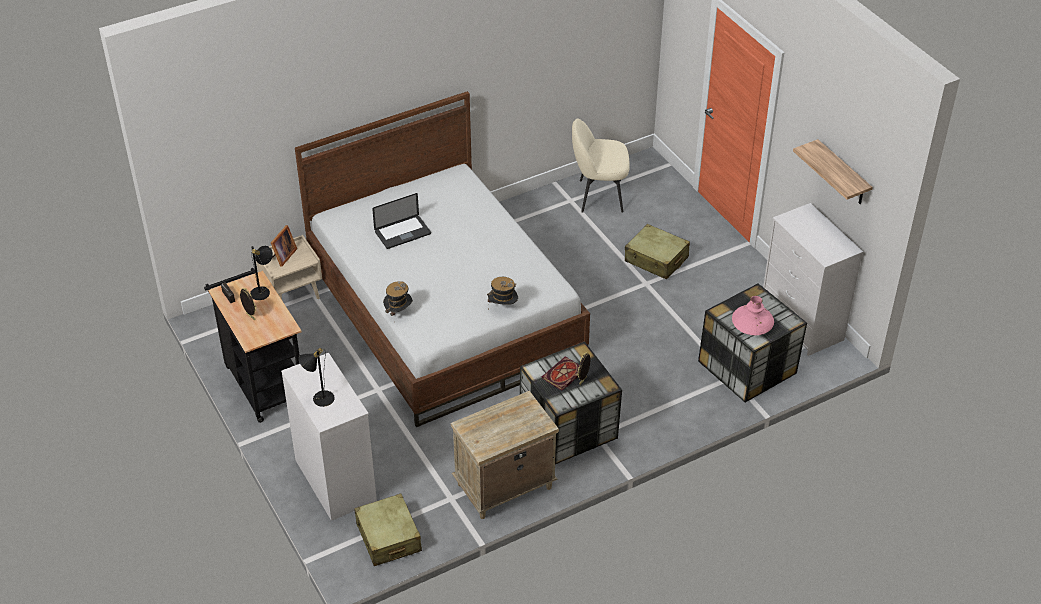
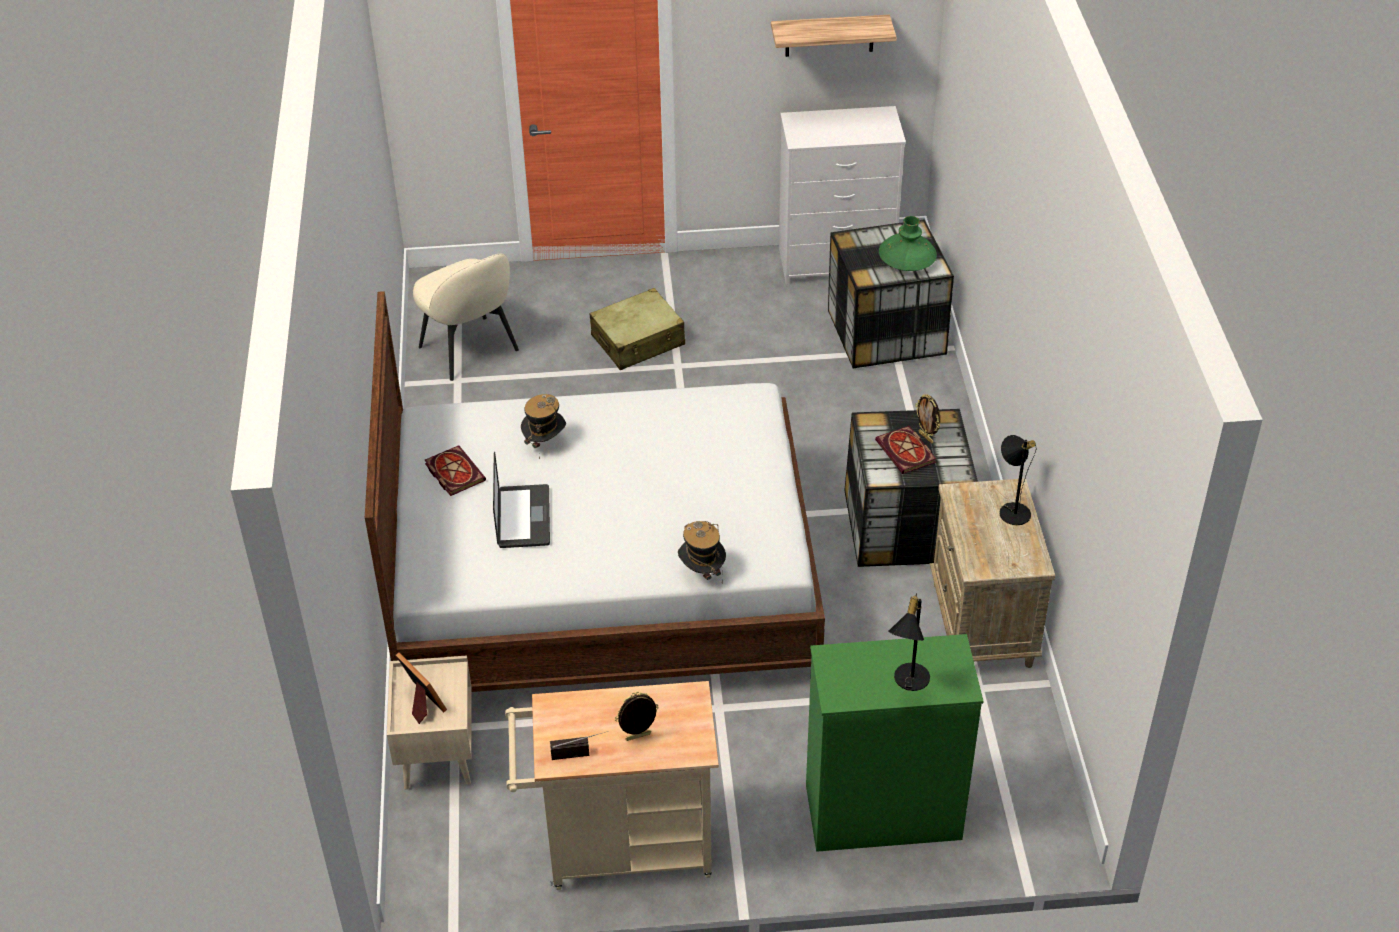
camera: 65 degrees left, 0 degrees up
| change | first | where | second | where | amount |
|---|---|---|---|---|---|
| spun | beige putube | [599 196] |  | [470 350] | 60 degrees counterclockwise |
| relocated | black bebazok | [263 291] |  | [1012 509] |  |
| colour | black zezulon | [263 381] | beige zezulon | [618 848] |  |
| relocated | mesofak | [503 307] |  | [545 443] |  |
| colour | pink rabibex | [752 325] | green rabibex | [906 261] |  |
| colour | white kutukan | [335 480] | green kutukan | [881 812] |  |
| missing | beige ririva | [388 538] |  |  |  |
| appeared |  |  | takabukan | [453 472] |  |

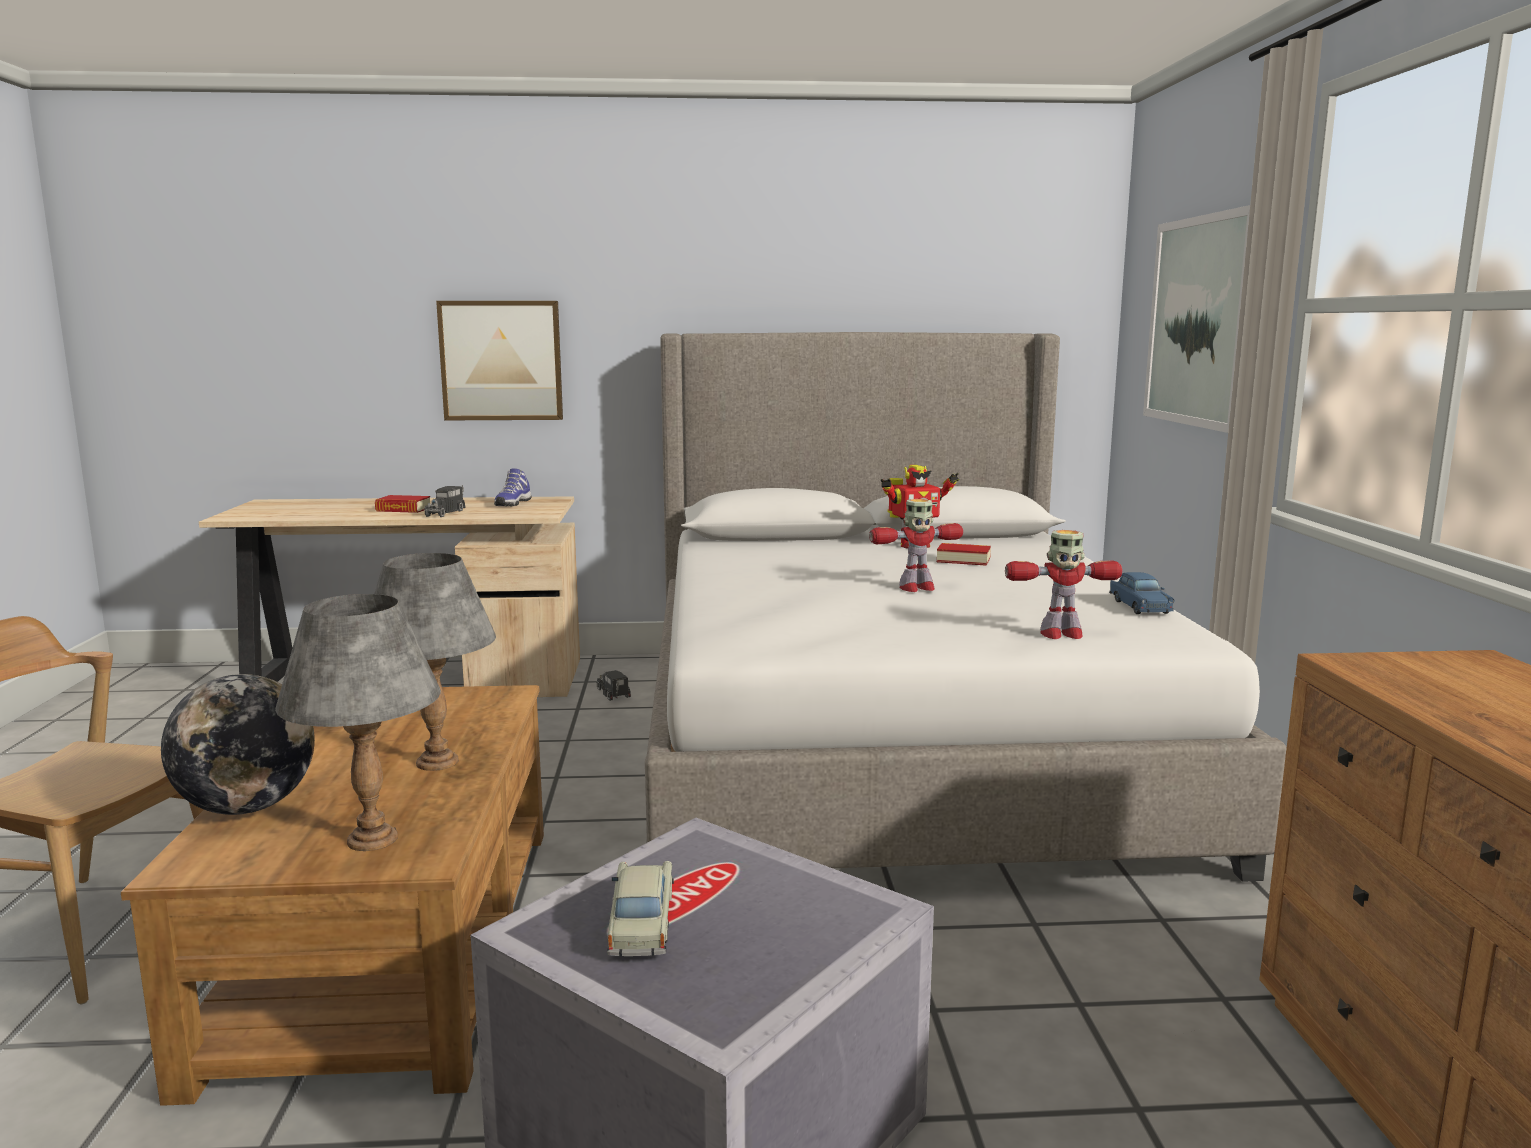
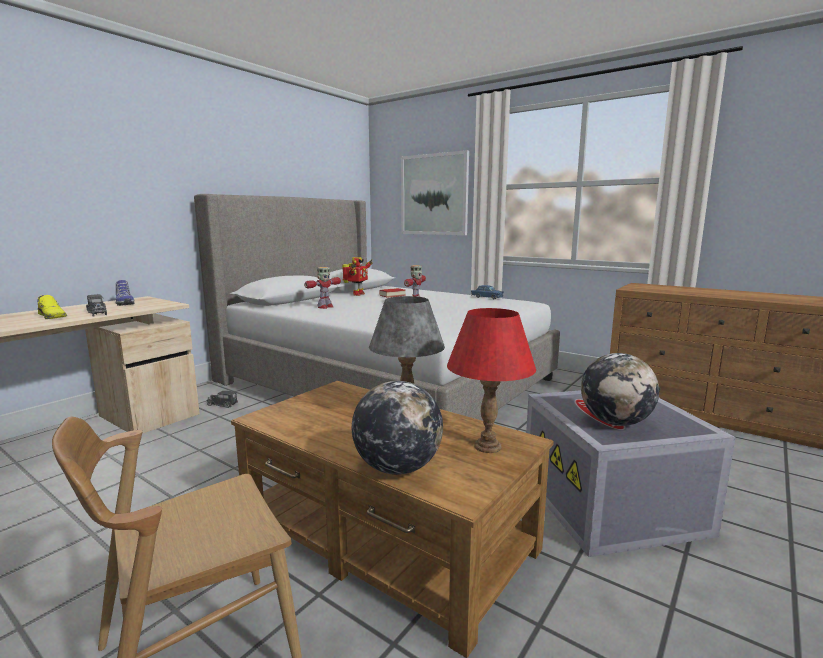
camera: 50 degrees left, 0 degrees up
| change | first | where | second | where | amount |
|---|---|---|---|---|---|
| missing | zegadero | [501 360] |  |  |  |
| exchanged | takabukan | [403 509] | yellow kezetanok | [53 316] |  |
| relocated | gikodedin | [1060 634] |  | [325 307] |  |
| colour | grey bebazok | [373 839] | red bebazok | [487 446] |  |
| exchanged | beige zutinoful | [641 923] | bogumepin | [615 422] |  |

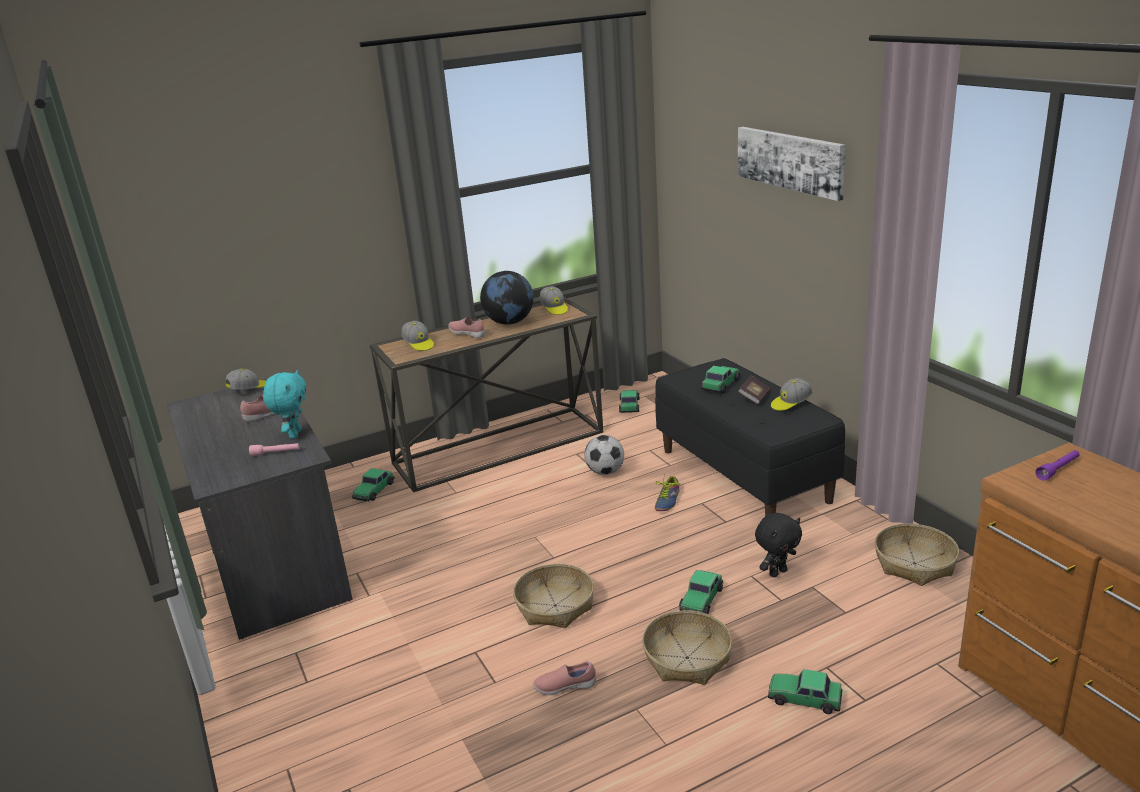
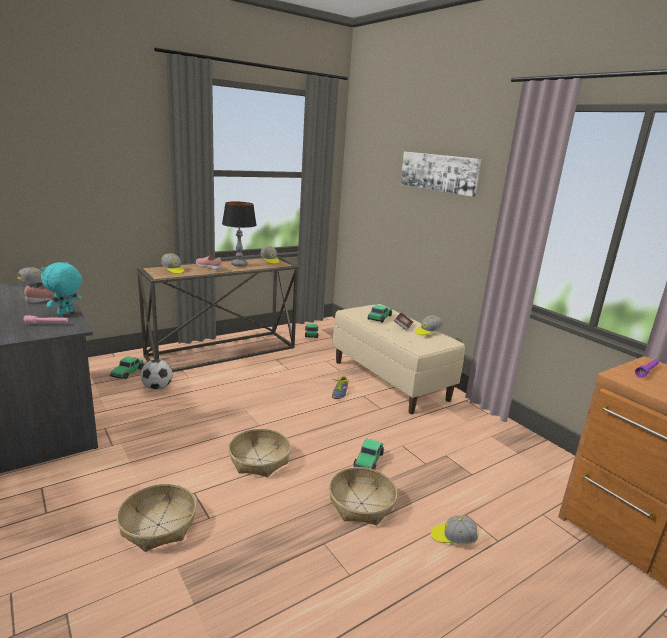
camera: 10 degrees left, 5 degrees down
| change | first | where | second | where | amount |
|---|---|---|---|---|---|
| exchanged | bogumepin | [509 322] | bebazok | [239 264] |  |
| colour | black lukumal | [745 475] | beige lukumal | [390 380] |  |
| spun | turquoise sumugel | [294 434] |  | [66 313] | 150 degrees counterclockwise |
| relocated | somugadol | [605 472] |  | [157 388] |  |
| missing | black sumugel | [777 572] |  |  |  |
| relocated | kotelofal | [914 563] |  | [158 525] |  |
| missing | pink kezetanok | [565 687] |  |  |  |
| exchanged | zutinoful | [804 698] | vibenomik | [453 538] |  |

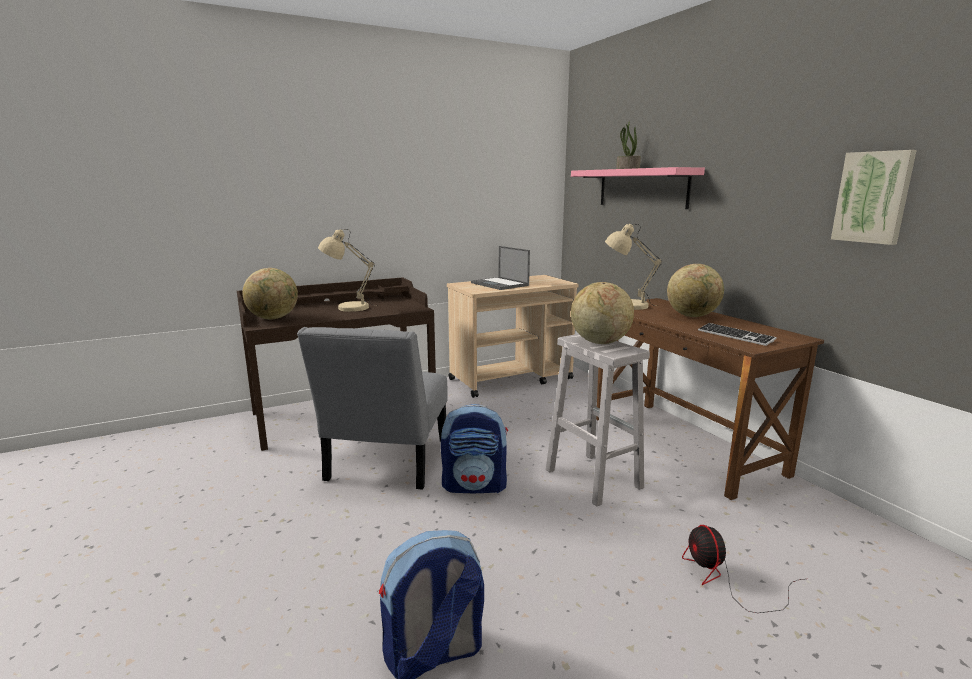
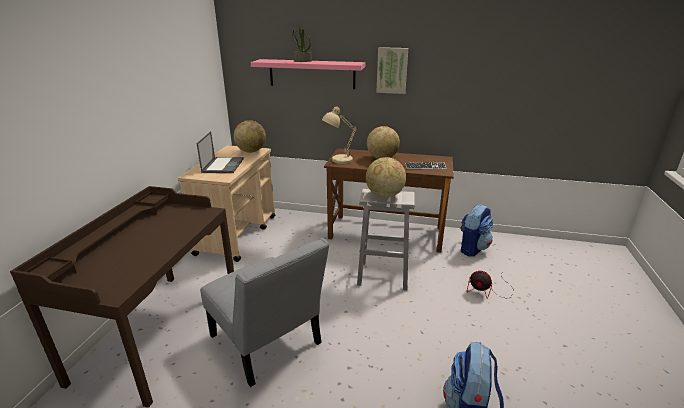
camera: 50 degrees left, 10 degrees up
| change | first | where | second | where | amount |
|---|---|---|---|---|---|
| relocated | zegadero | [873 197] |  | [392 70] |  |
| missing | beige bebazok | [349 308] |  |  |  |
| spun | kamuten | [500 284] |  | [223 165] | 90 degrees counterclockwise |
| relocated | bogumepin | [273 318] |  | [251 151] |  |
| relocated | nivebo | [475 485] |  | [472 248] |  |

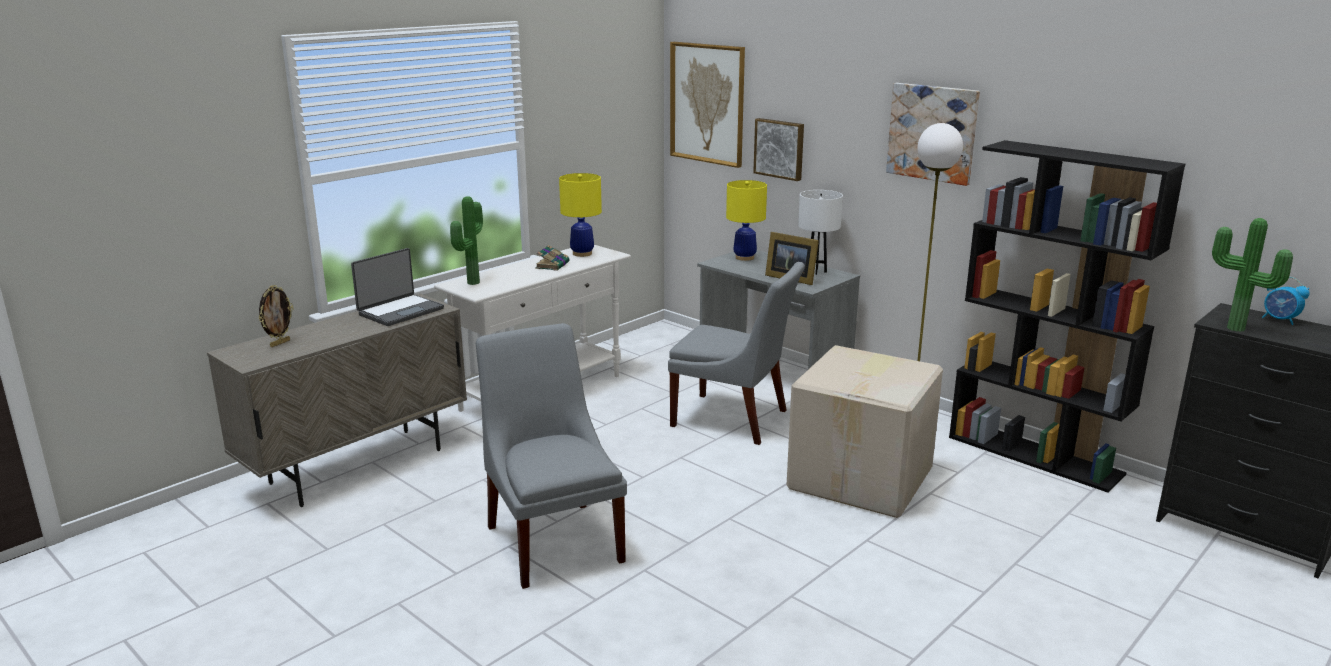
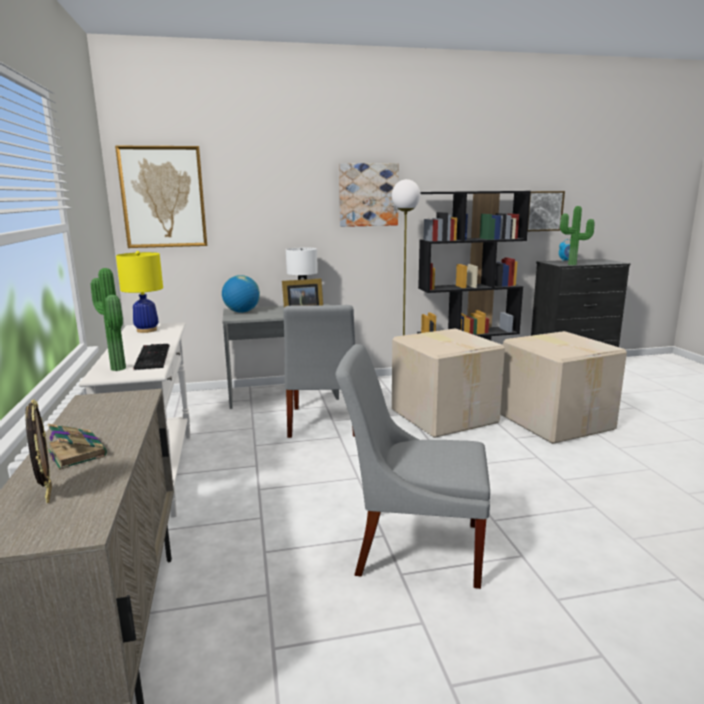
camera: 55 degrees left, 5 degrees down
| change | first | where | second | where | amount |
|---|---|---|---|---|---|
| relocated | zegadero | [780 148] |  | [543 211] |  |
| exchanged | yellow bebazok | [744 257] | bogumepin | [241 312] |  |
| relocated | takabukan | [553 265] |  | [76 453] |  |
| missing | kamuten | [400 311] |  |  |  |
| spun | grey putube | [734 420] |  | [322 423] | 120 degrees clockwise |
| appeared |  |  | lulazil | [555 421] |  |
| appeared |  |  | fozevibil | [151 357] |  |

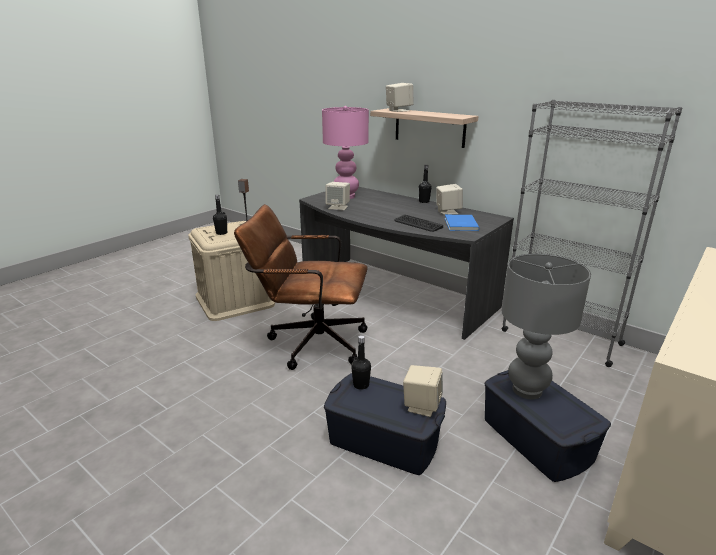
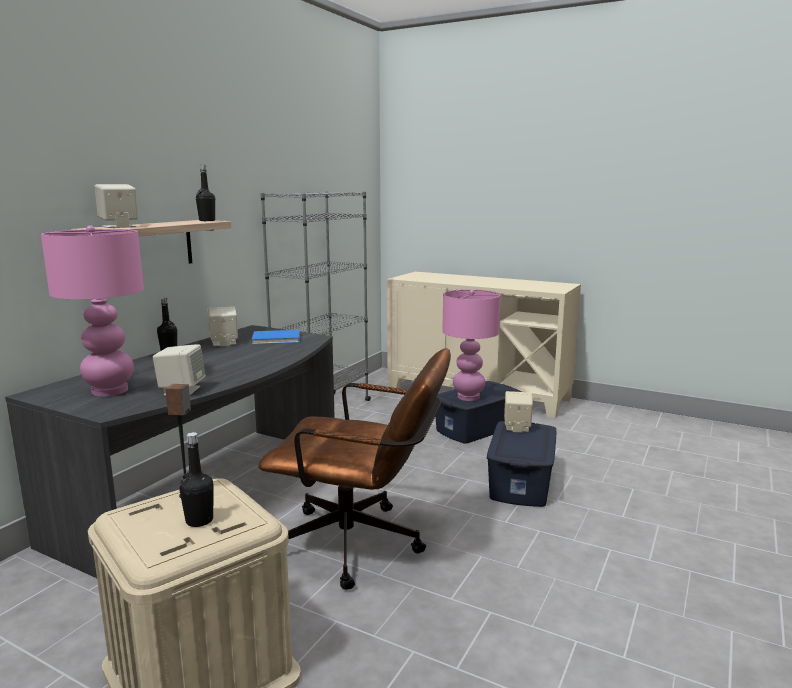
camera: 100 degrees left, 10 degrees down
| change | first | where | second | where | amount |
|---|---|---|---|---|---|
| spun | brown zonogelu | [309 342] |  | [361 545] | 75 degrees counterclockwise |
| missing | fozevibil | [418 224] |  |  |  |
| colour | grey bebazok | [526 390] | pink bebazok | [469 397] |  |
| relocated | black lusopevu | [361 385] |  | [207 220] |  |

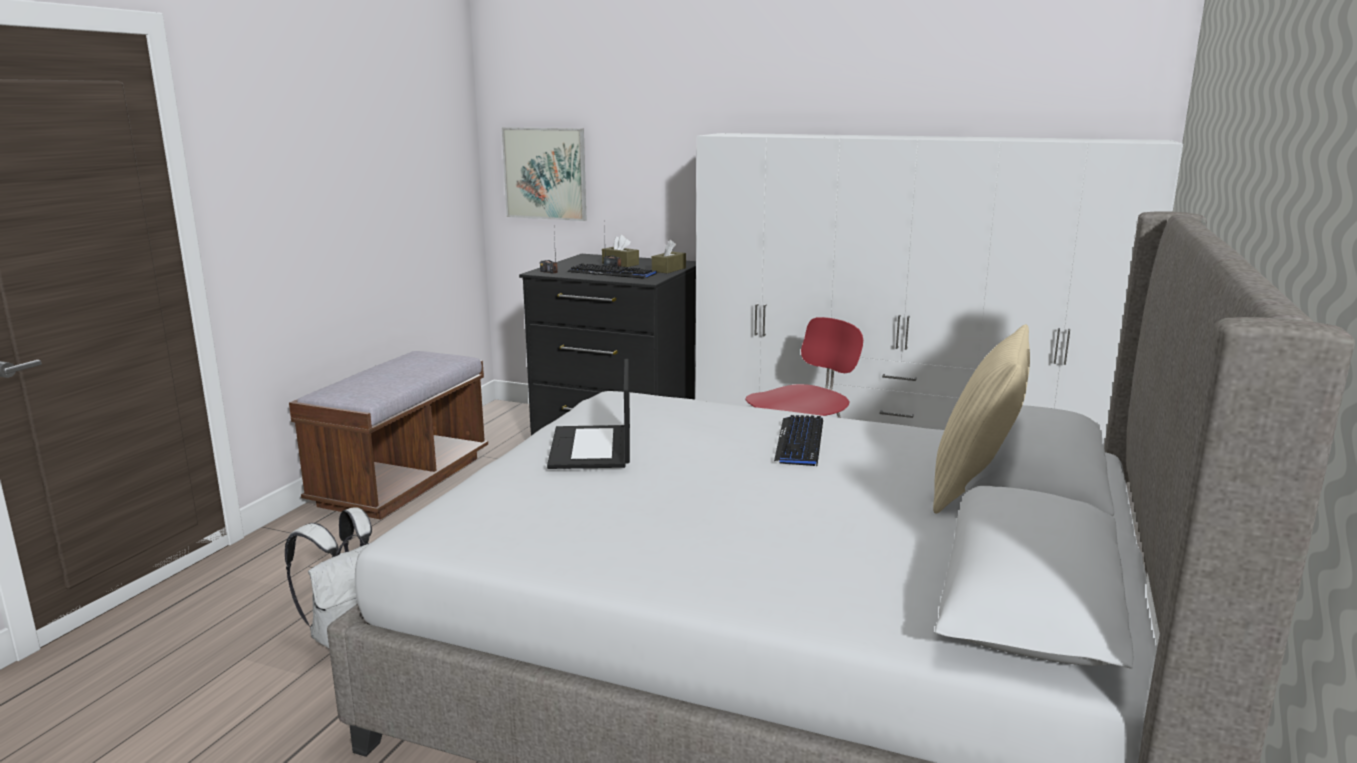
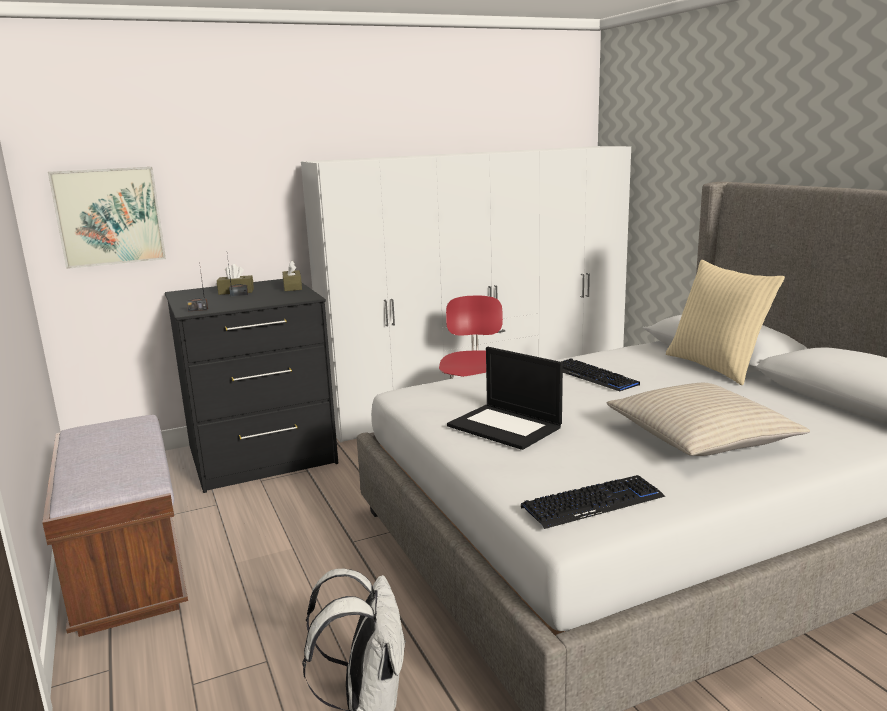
camera: 45 degrees left, 0 degrees up
| change | first | where | second | where | amount |
|---|---|---|---|---|---|
| relocated | fozevibil | [612 273] |  | [593 503] |  |
| appeared |  |  | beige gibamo | [700 436] |  |

